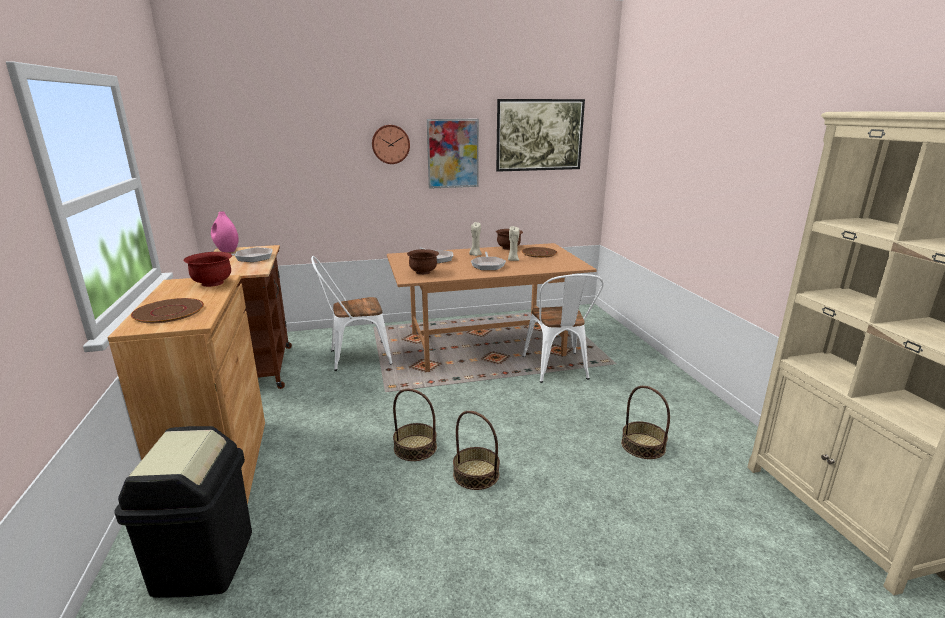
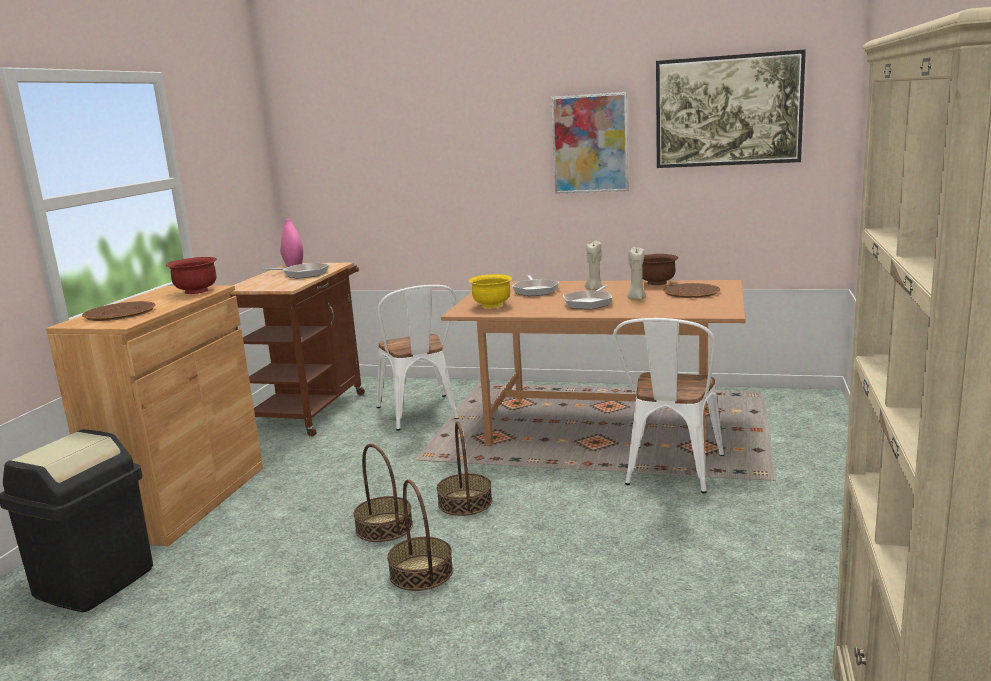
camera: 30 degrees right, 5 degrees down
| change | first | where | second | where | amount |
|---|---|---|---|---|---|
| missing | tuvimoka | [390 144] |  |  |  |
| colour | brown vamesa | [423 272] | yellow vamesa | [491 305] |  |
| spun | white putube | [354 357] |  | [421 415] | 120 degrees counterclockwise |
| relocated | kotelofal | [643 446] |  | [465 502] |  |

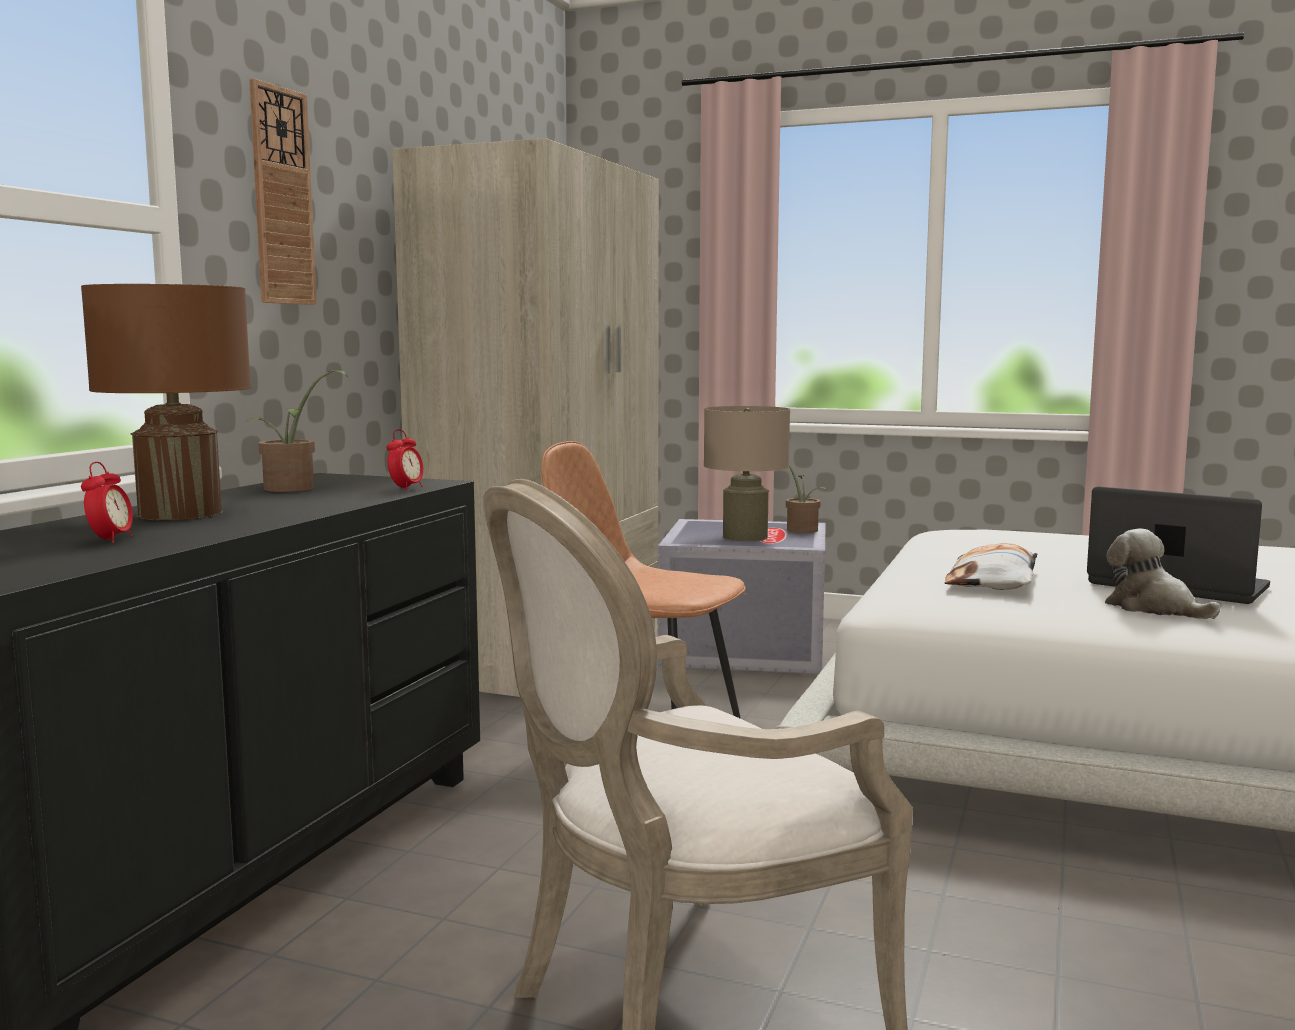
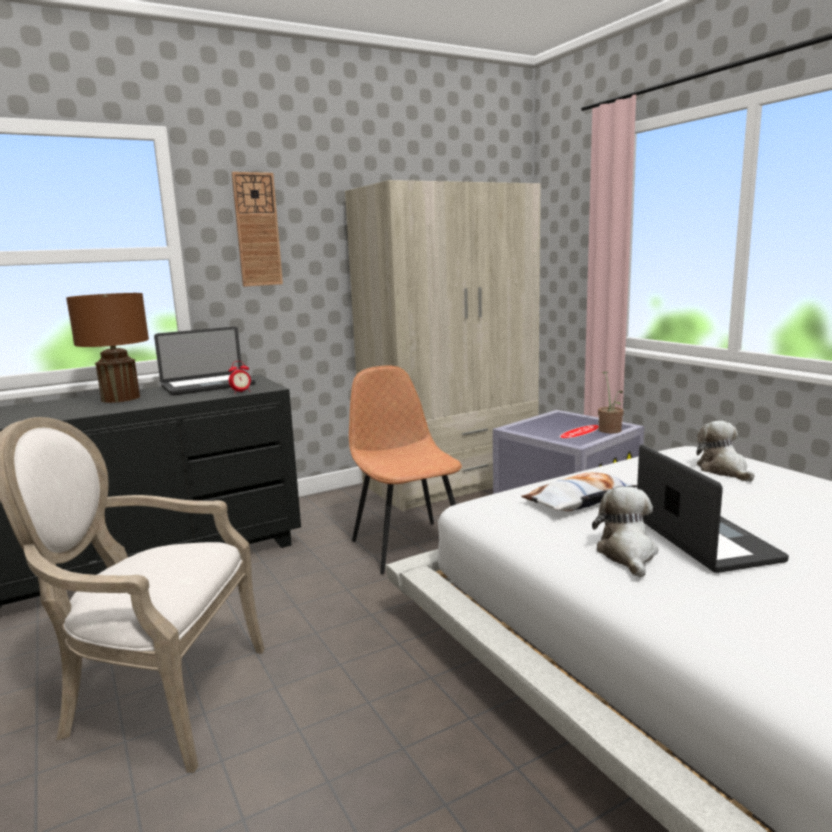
camera: 40 degrees right, 5 degrees up
| change | first | where | second | where | amount |
|---|---|---|---|---|---|
| exchanged | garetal | [294 489] | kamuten | [208 386] |  |
| missing | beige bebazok | [745 537] |  |  |  |
| missing | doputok | [110 540] |  |  |  |
| appeared |  |  | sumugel | [724 470] |  |

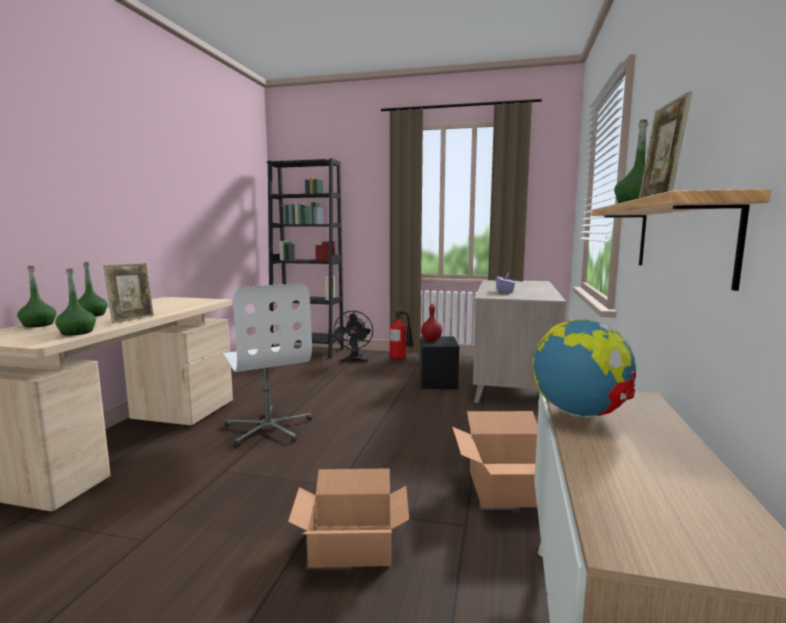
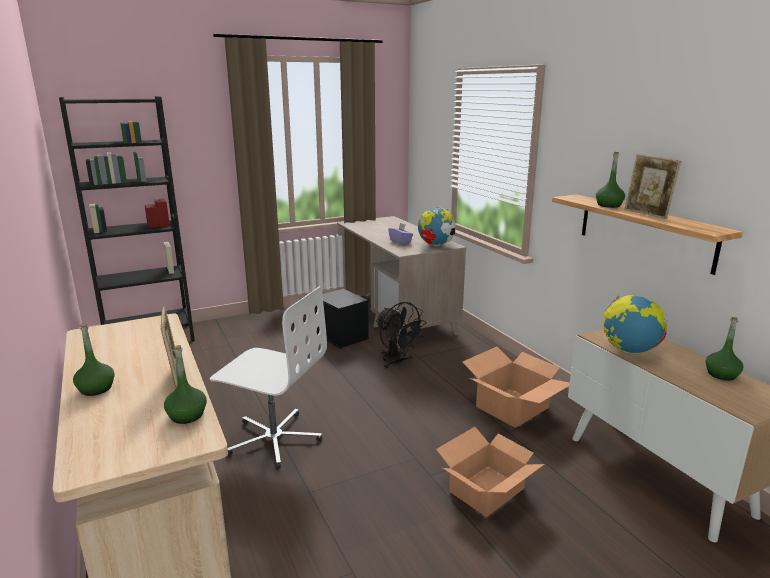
camera: 40 degrees left, 10 degrees up
| change | first | where | second | where | amount |
|---|---|---|---|---|---|
| relocated | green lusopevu | [38 325] |  | [721 374] |  |
| missing | red lusopevu | [431 340] |  |  |  |
| missing | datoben | [400 359] |  |  |  |
| relocated | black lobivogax | [354 361] |  | [396 362] |  |
| appeared |  |  | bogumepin | [436 245] |  |

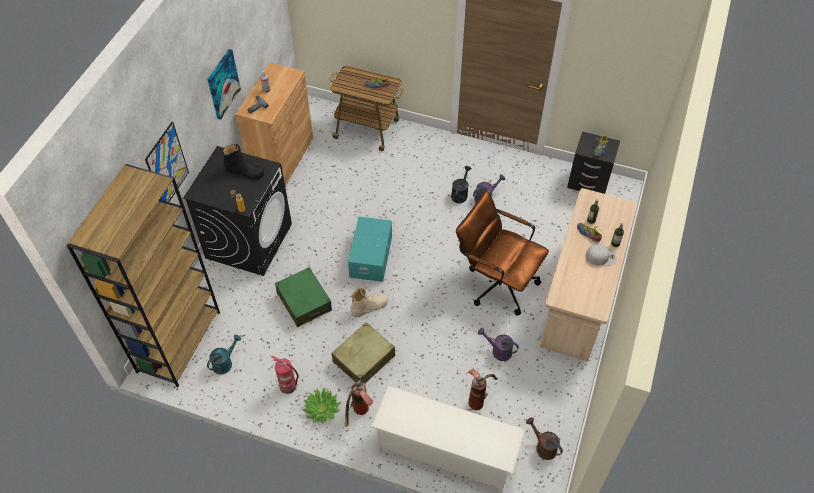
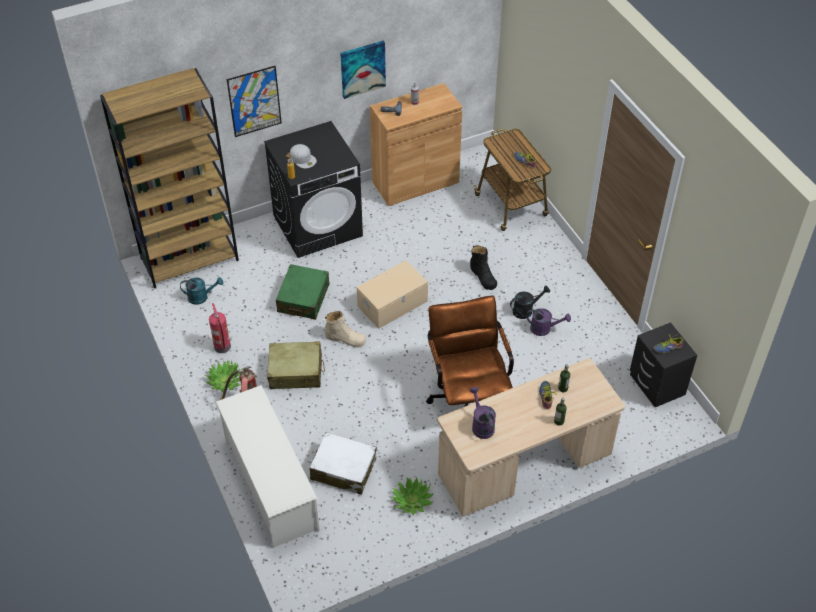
camera: 45 degrees right, 5 degrees down
| change | first | where | second | where | amount |
|---|---|---|---|---|---|
| relocated | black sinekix | [245 171] |  | [483 276] |  |
| colour | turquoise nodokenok | [371 256] | beige nodokenok | [393 304] |  |
| relocated | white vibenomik | [601 256] |  | [303 159] |  |
| relocated | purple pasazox | [498 351] |  | [481 425] |  |
| exchanged | datoben | [478 398] | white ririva | [343 469] |  |
| missing | brown pasazox | [543 446] |  |  |  |
| appeared |  |  | garetal | [412 500] |  |

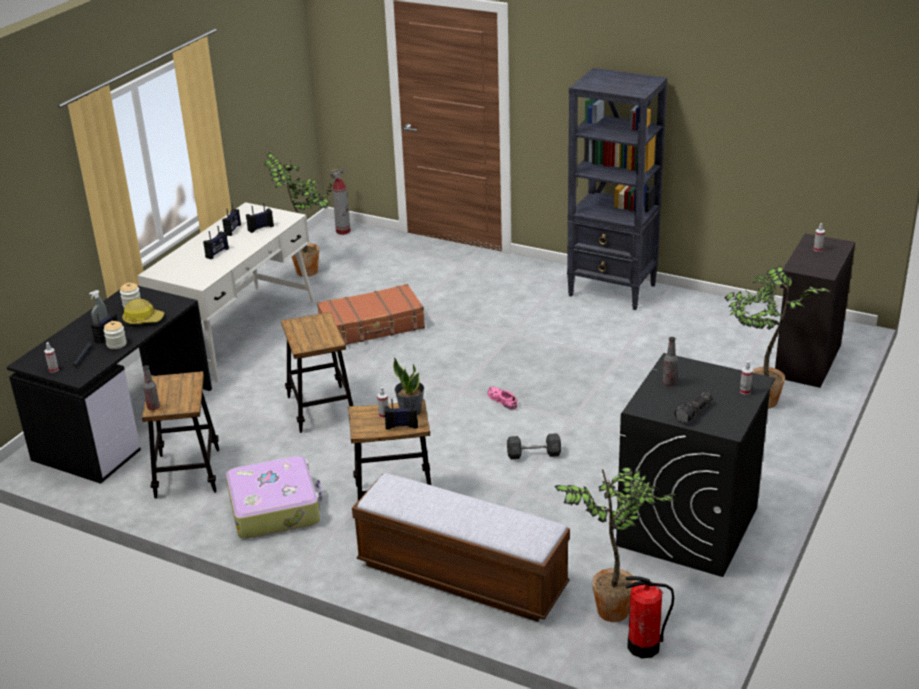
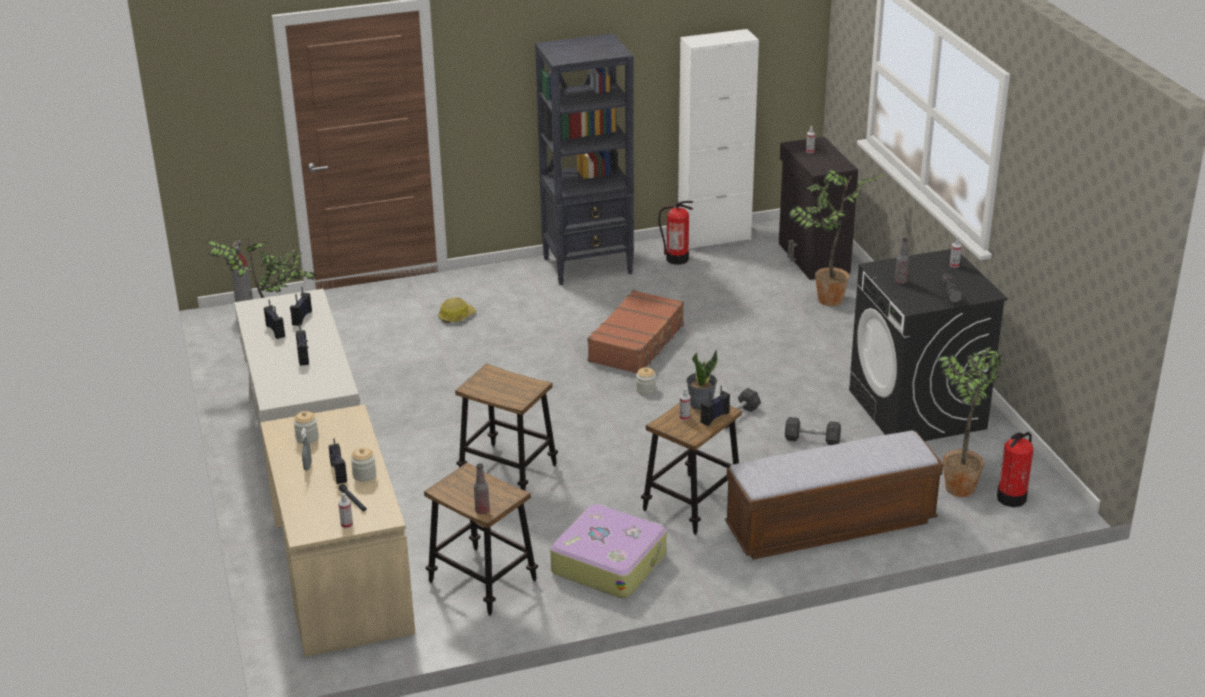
camera: 45 degrees left, 0 degrees up
| change | first | where | second | where | amount |
|---|---|---|---|---|---|
| relocated | brown ririva | [372 326] |  | [637 343] |  |
| colour | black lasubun | [124 423] | beige lasubun | [340 577] |  |
| relocated | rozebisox | [143 319] |  | [456 316] |  |
| exchanged | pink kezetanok | [502 400] | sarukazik | [645 390] |  |
| appeared |  |  | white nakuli | [714 238] |  |
| appeared |  |  | datoben | [677 259] |  |
| appeared |  |  | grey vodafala | [812 439] |  |

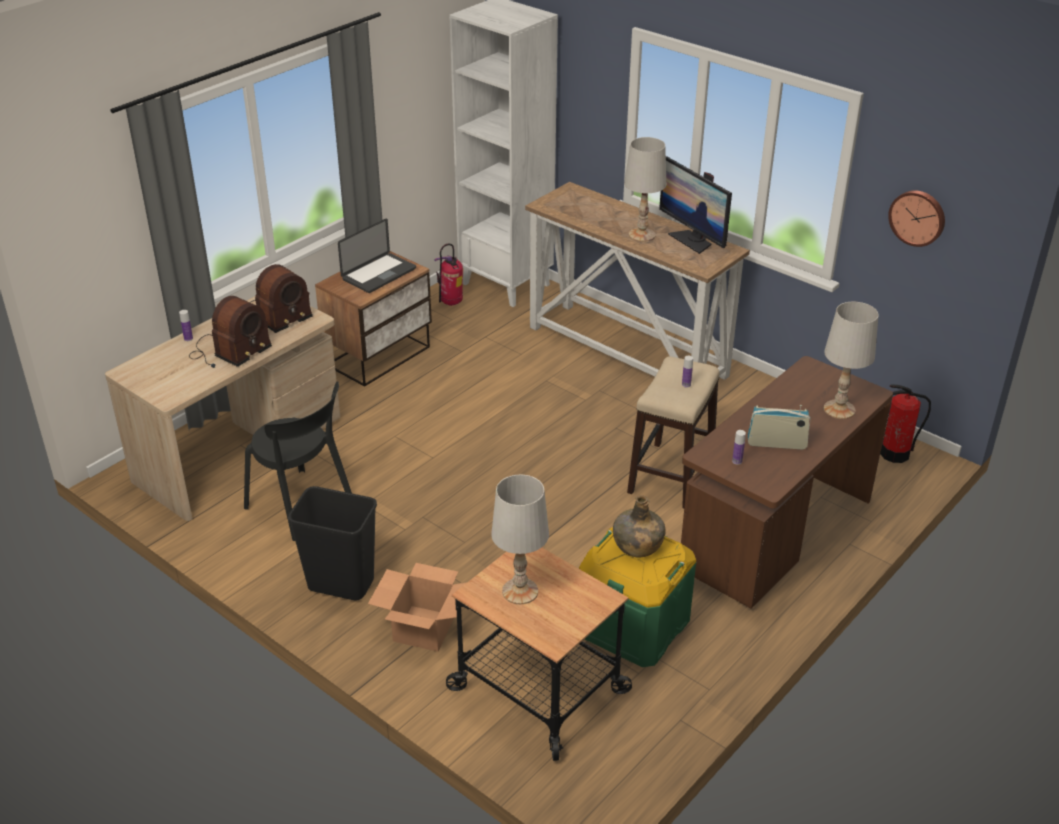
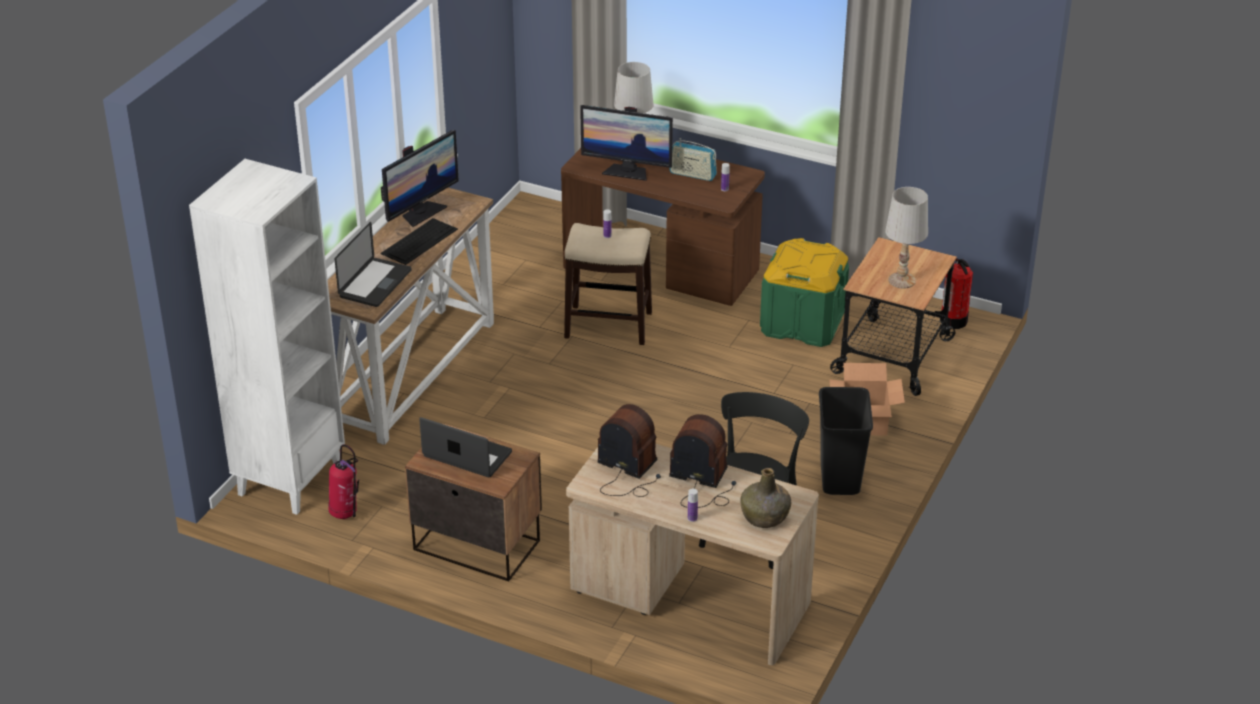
camera: 105 degrees left, 0 degrees up
| change | first | where | second | where | amount |
|---|---|---|---|---|---|
| exchanged | white bebazok | [642 235] | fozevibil | [419 241] |  |
| missing | tuvimoka | [918 217] |  |  |  |
| relocated | datoben | [895 454] |  | [953 320] |  |
| spun | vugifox | [776 443] |  | [692 174] | 60 degrees counterclockwise |
| relocated | green lusopevu | [637 545] |  | [765 517] |  |
| appeared |  |  | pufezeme | [627 171] |  |
| appeared |  |  | kamuten | [375 284] |  |

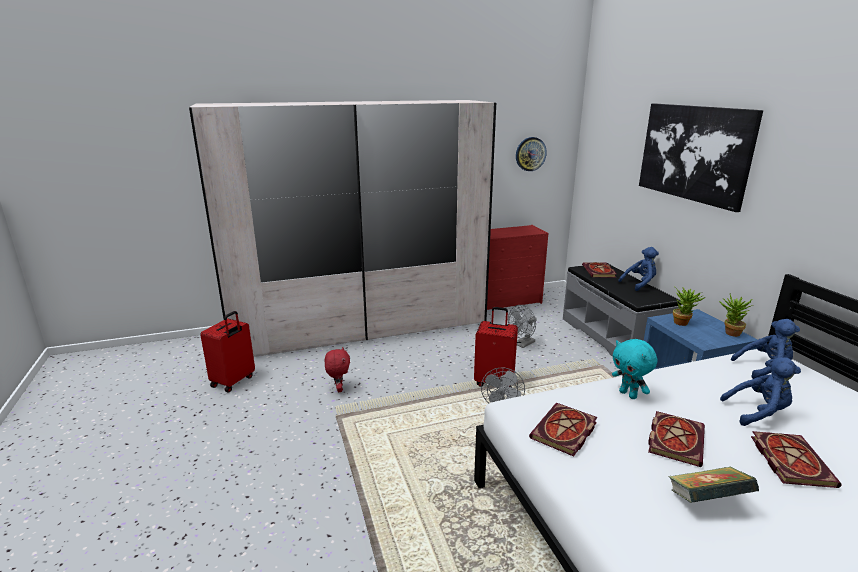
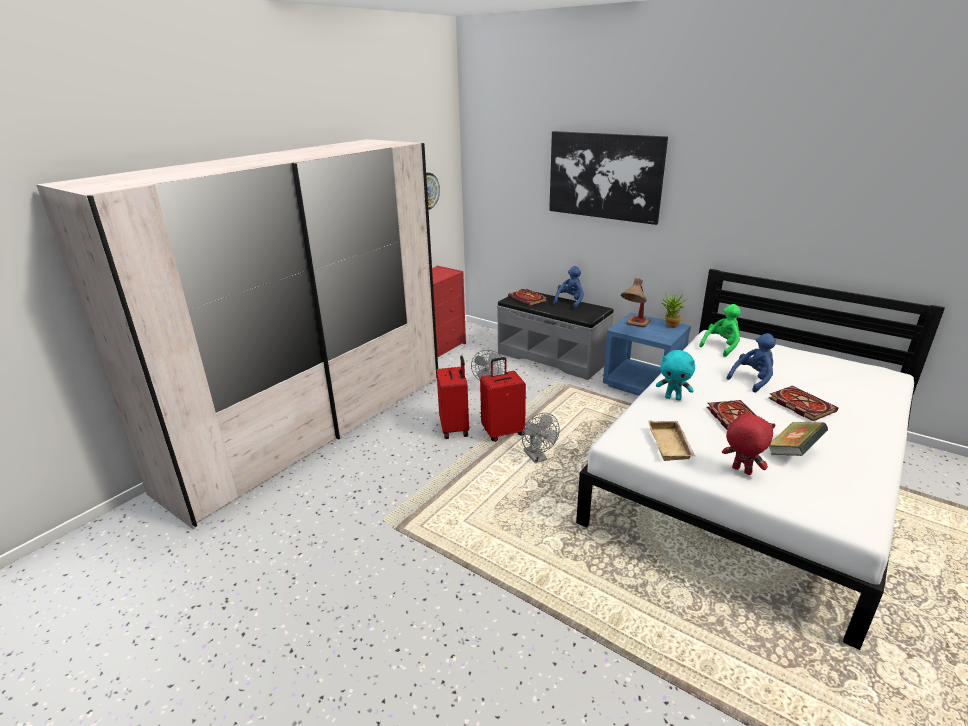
camera: 35 degrees left, 5 degrees up
| change | first | where | second | where | amount |
|---|---|---|---|---|---|
| exchanged | garetal | [683 322] | bebazok | [634 327] |  |
| relocated | red ririva | [233 381] |  | [455 428] |  |
| colour | blue sumugel | [764 369] | green sumugel | [721 346] |  |
| relocated | red sumugel | [338 389] |  | [741 471] |  |
| exchanged | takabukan | [564 432] | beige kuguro | [671 444] |  |

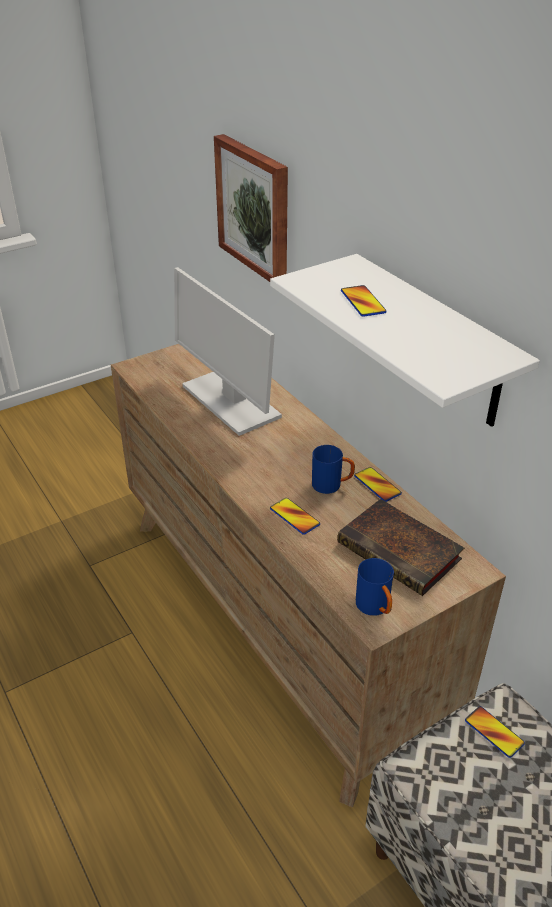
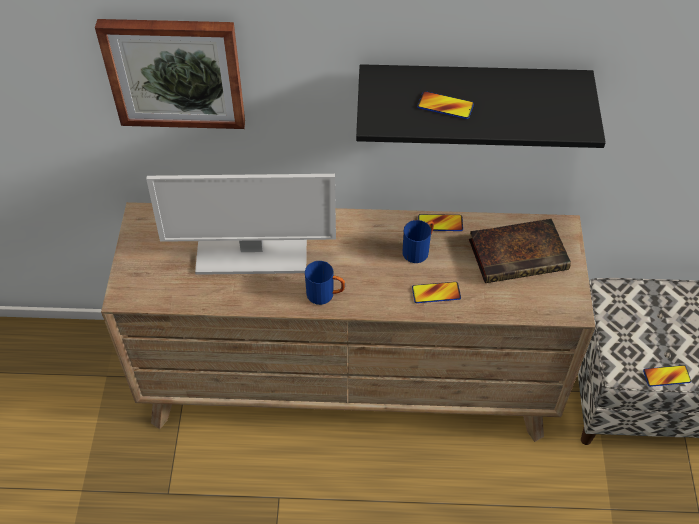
camera: 55 degrees left, 15 degrees up
| change | first | where | second | where | amount |
|---|---|---|---|---|---|
| colour | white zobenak | [432 341] | black zobenak | [472 97] |  |
| relocated | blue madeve | [375 608] |  | [325 295] |  |
| relocated | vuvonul | [494 732] |  | [666 376] |  |

